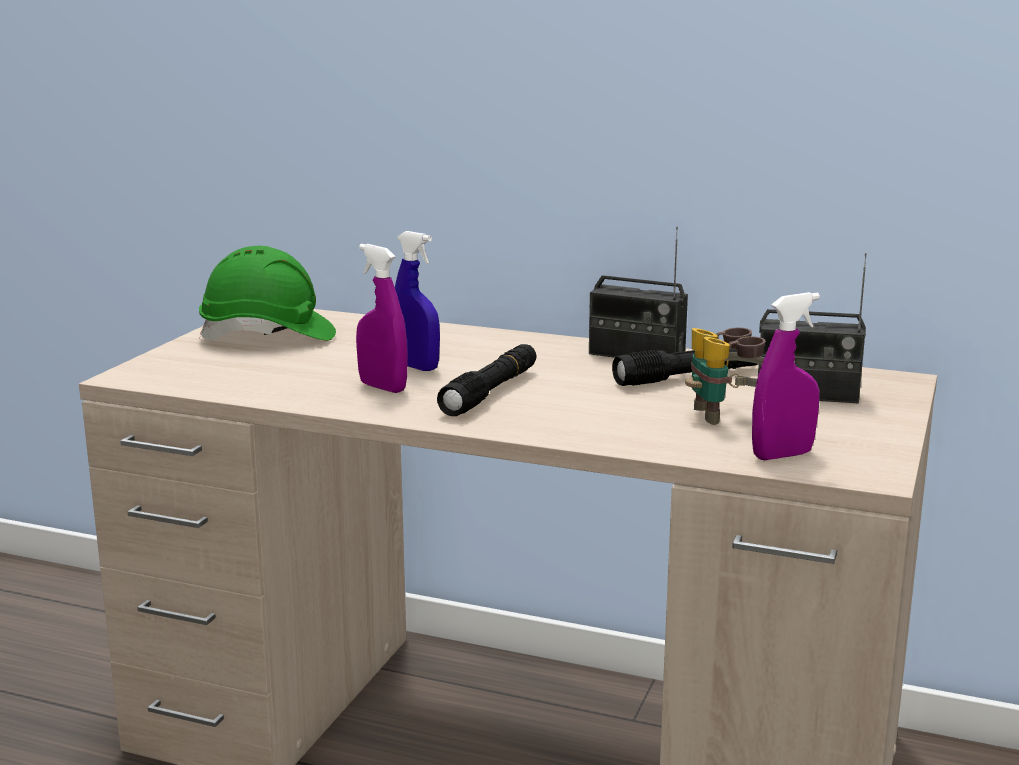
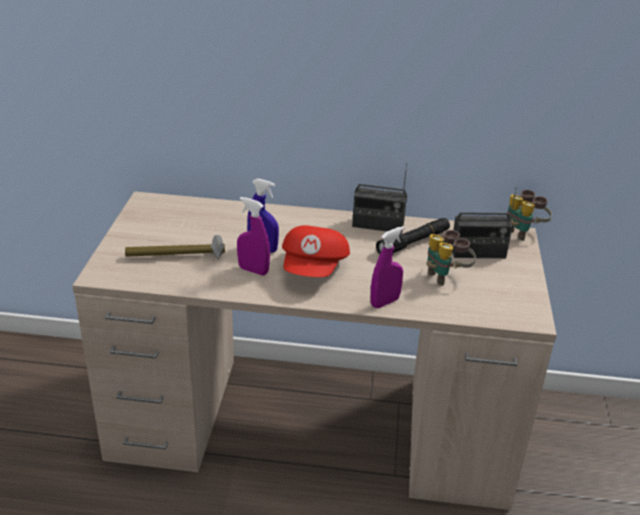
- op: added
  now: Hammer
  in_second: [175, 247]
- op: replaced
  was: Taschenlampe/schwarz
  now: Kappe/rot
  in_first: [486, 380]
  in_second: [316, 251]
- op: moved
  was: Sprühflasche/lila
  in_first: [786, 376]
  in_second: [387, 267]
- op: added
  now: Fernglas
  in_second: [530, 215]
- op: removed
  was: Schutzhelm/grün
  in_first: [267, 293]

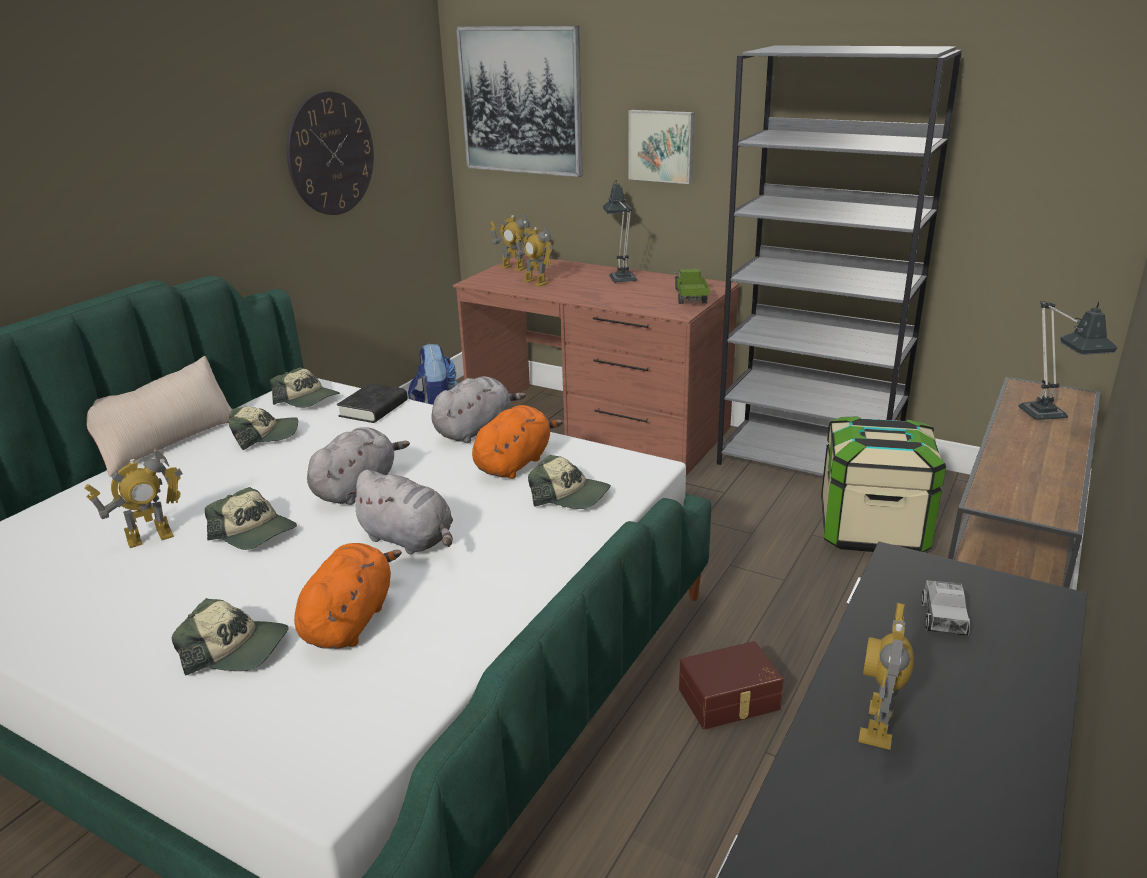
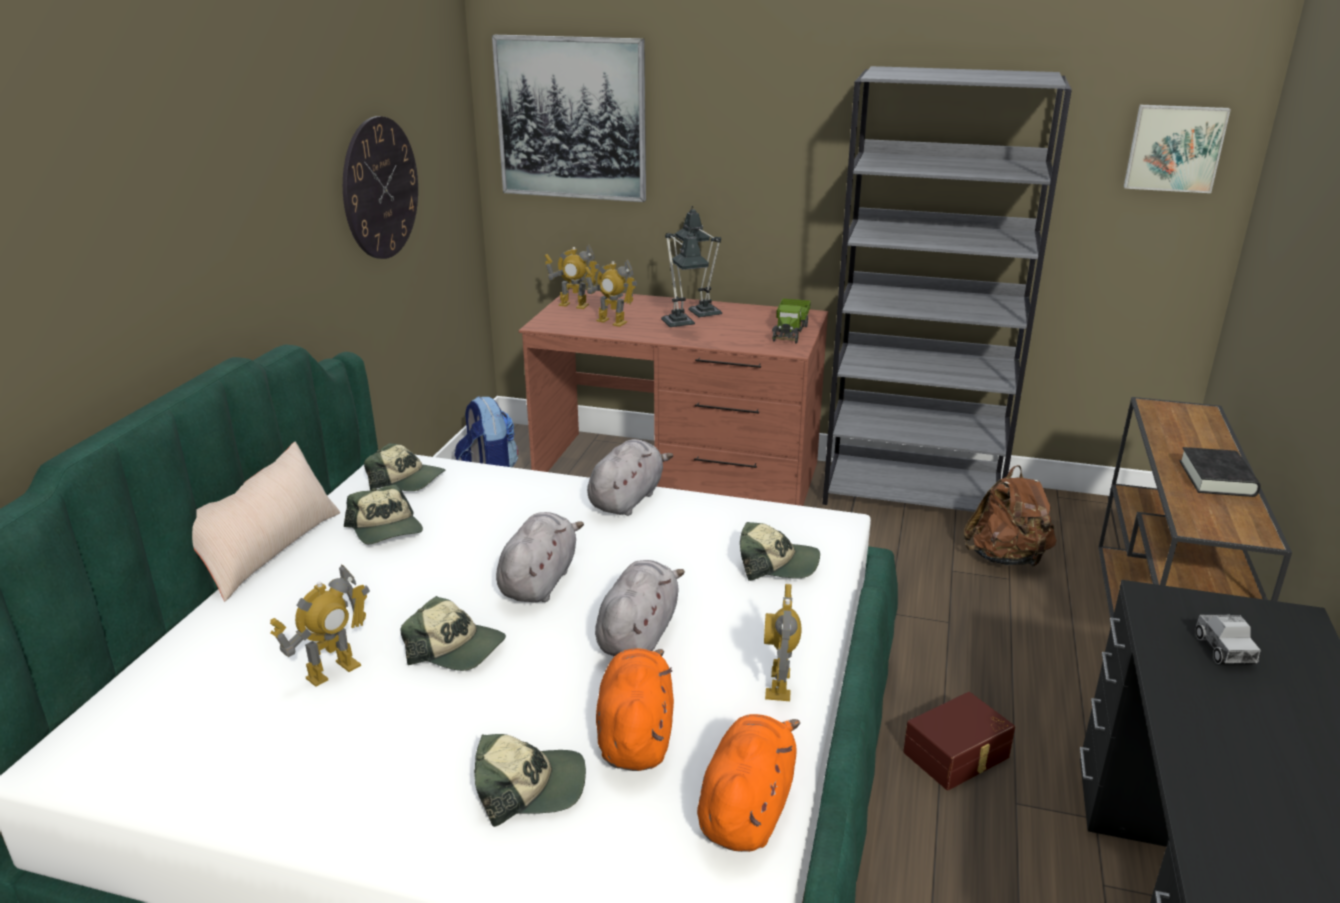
- op: turned
  was: Kappe
  in_first: [263, 428]
  in_second: [383, 514]
  clockwise: 90
- op: turned
  was: Plüschtier/grau
  in_first: [400, 512]
  in_second: [640, 608]
  clockwise: -90
- op: moved
  was: Tischlampe
  in_first: [1068, 360]
  in_second: [685, 277]
- op: moved
  was: Plüschtier/orange
  in_first: [517, 442]
  in_second: [748, 783]
- op: moved
  was: Spielzeugroboter
  in_first: [886, 676]
  in_second: [782, 642]
- op: turned
  was: Spielzeuglaster
  in_first: [692, 286]
  in_second: [791, 321]
  clockwise: -150
- op: replaced
  was: Aufbewahrungsbox
  now: Rucksack/braun
  in_first: [883, 484]
  in_second: [1010, 516]
- op: moved
  was: Bild
  in_first: [661, 147]
  in_second: [1177, 149]
- op: moved
  was: Buch/schwarz
  in_first: [372, 403]
  in_second: [1220, 472]

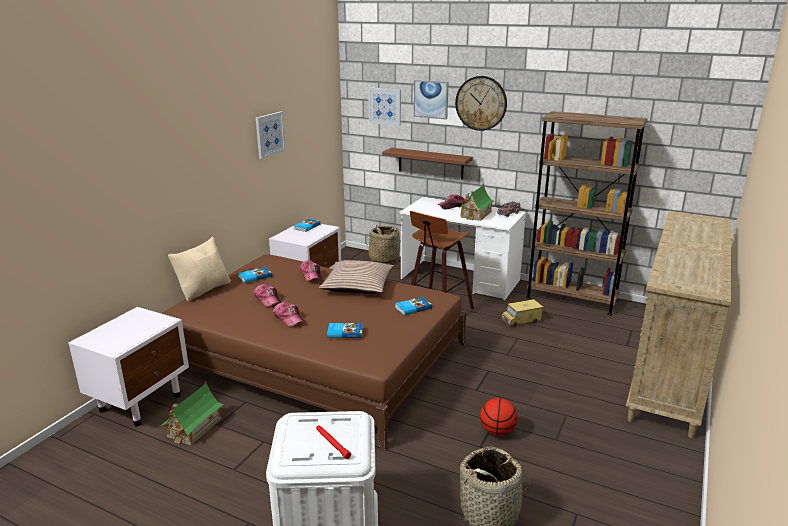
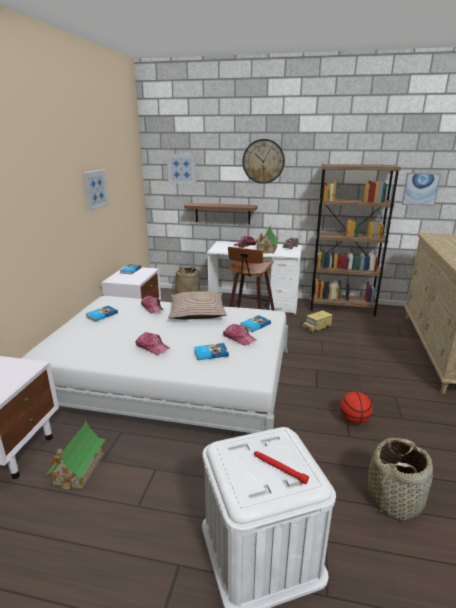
- op: recoloured
  was: Bett/braun
  now: Bett/weiß
  in_first: [314, 352]
  in_second: [154, 364]
- op: moved
  was: Kappe
  in_first: [267, 295]
  in_second: [239, 335]
- op: moved
  was: Bild
  in_first: [431, 99]
  in_second: [421, 189]
- op: removed
  was: Kissen/beige
  in_first: [199, 269]

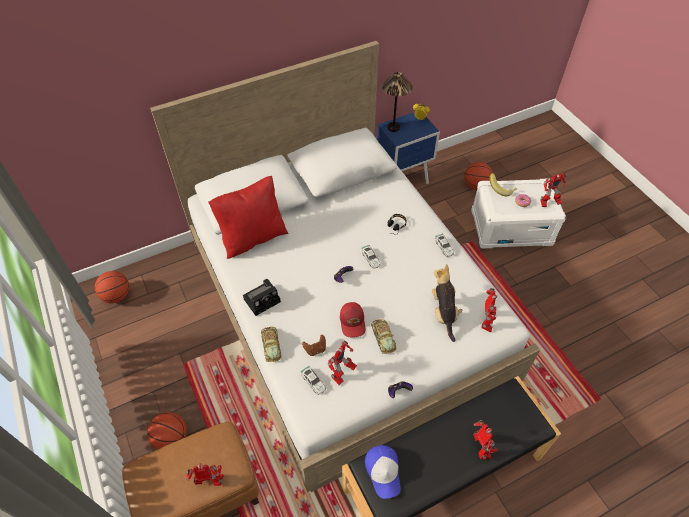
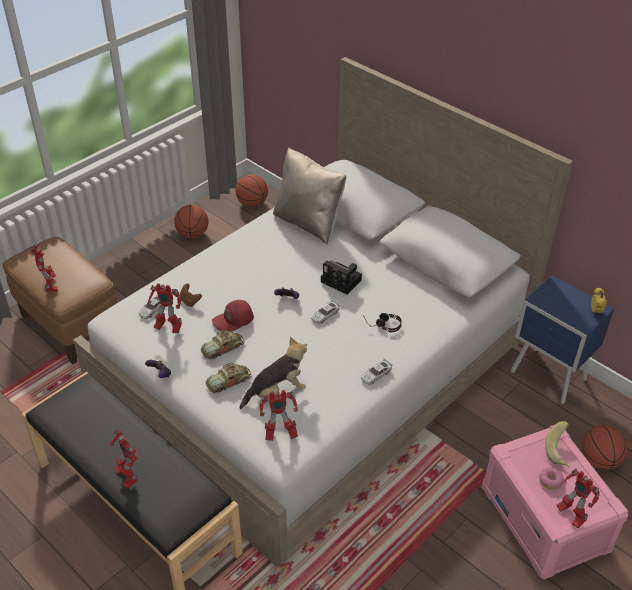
- op: turned
  was: Spielzeugroboter
  in_first: [485, 440]
  in_second: [124, 459]
  clockwise: 90
- op: moved
  was: Basketball
  in_first: [167, 431]
  in_second: [191, 222]
- op: moved
  was: Spielzeugauto
  in_first: [271, 344]
  in_second: [228, 377]
- op: recoloured
  was: Kissen/rot
  now: Kissen/beige
  in_first: [248, 217]
  in_second: [309, 195]
- op: moved
  was: Kamera
  in_first: [262, 297]
  in_second: [341, 277]
- op: recoloured
  was: Aufbewahrungsbox/weiß
  now: Aufbewahrungsbox/rosa
  in_first: [518, 214]
  in_second: [555, 502]
- op: removed
  was: Kappe
  in_first: [383, 472]
- op: removed
  was: Tischlampe
  in_first: [397, 102]

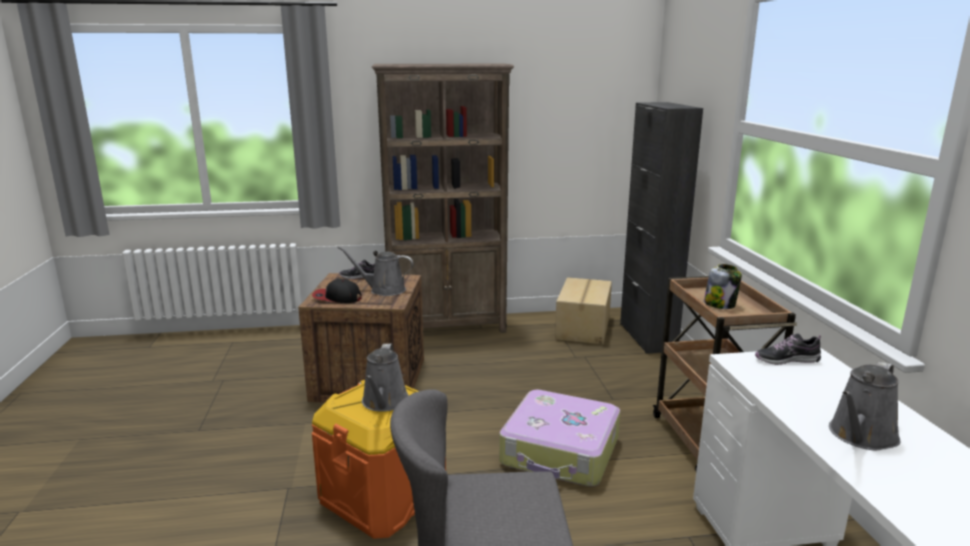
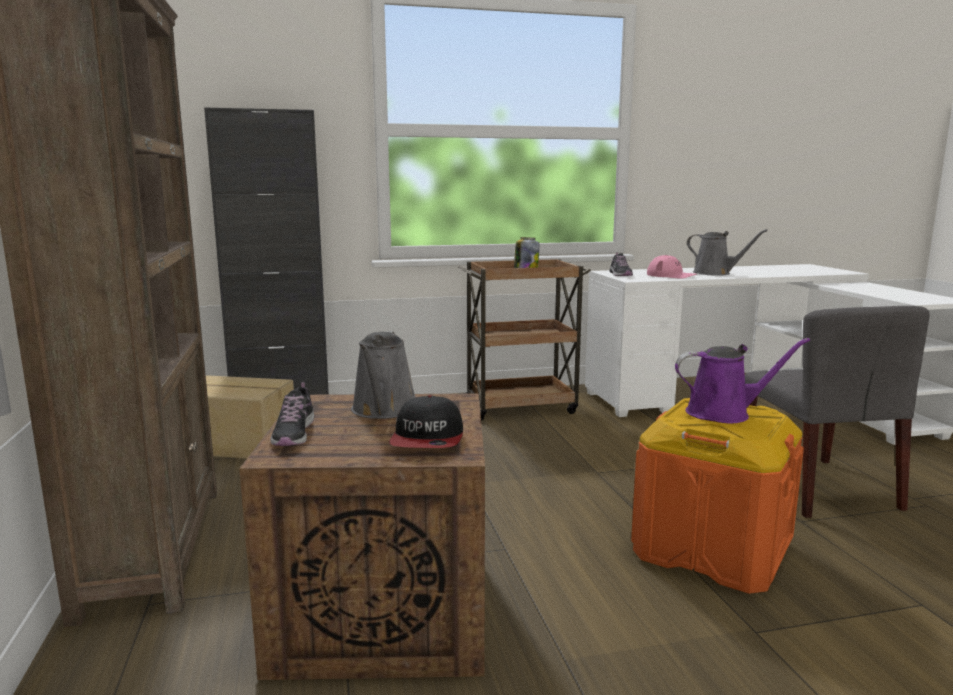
- op: added
  now: Kappe/rosa
  in_second: [672, 267]
- op: recoloured
  was: Gießkanne/grau
  now: Gießkanne/lila
  in_first: [385, 378]
  in_second: [742, 380]
- op: removed
  was: Koffer
  in_first: [559, 438]

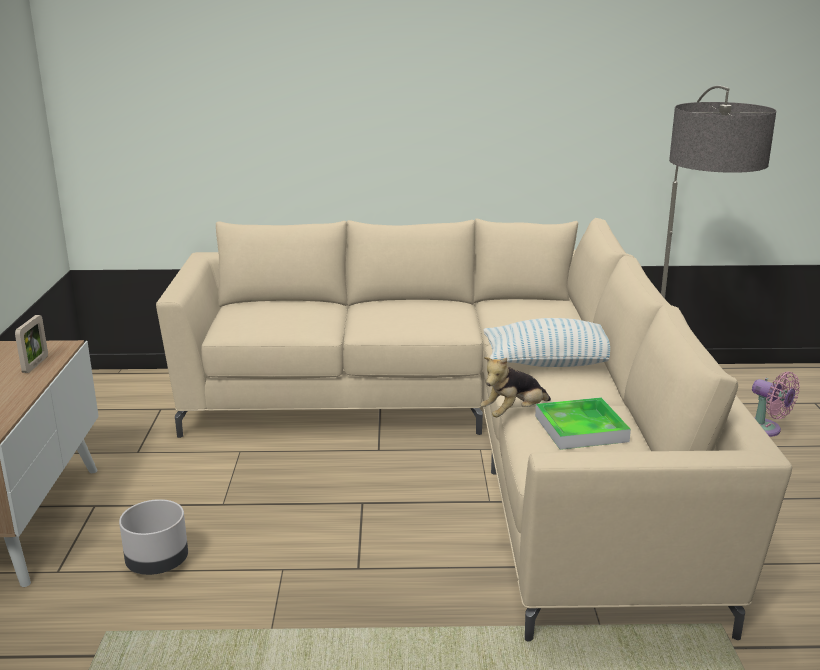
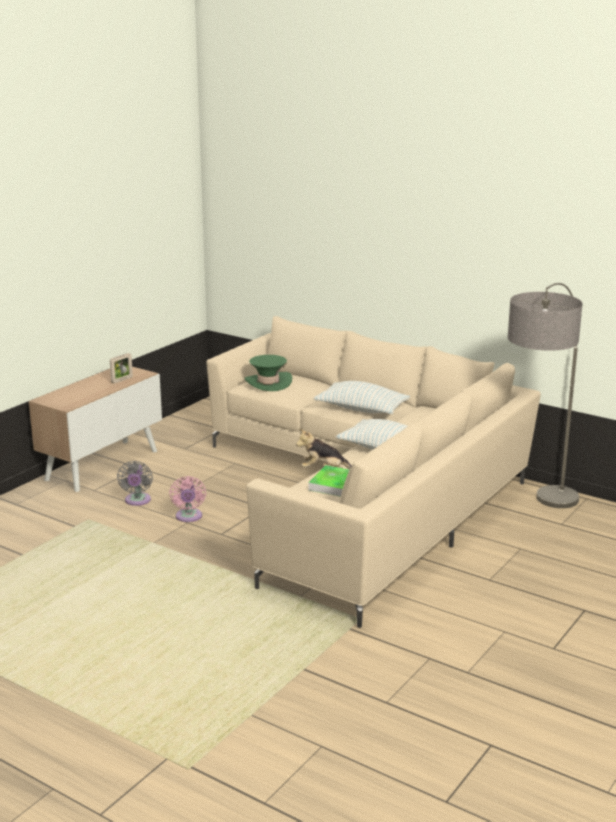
- op: replaced
  was: Pflanzkübel/grau
  now: Ventilator/grau
  in_first: [153, 537]
  in_second: [135, 483]
- op: moved
  was: Ventilator/rosa
  in_first: [776, 404]
  in_second: [187, 499]
- op: added
  now: Hut/grün
  in_second: [268, 373]
- op: added
  now: Kissen
  in_second: [362, 397]

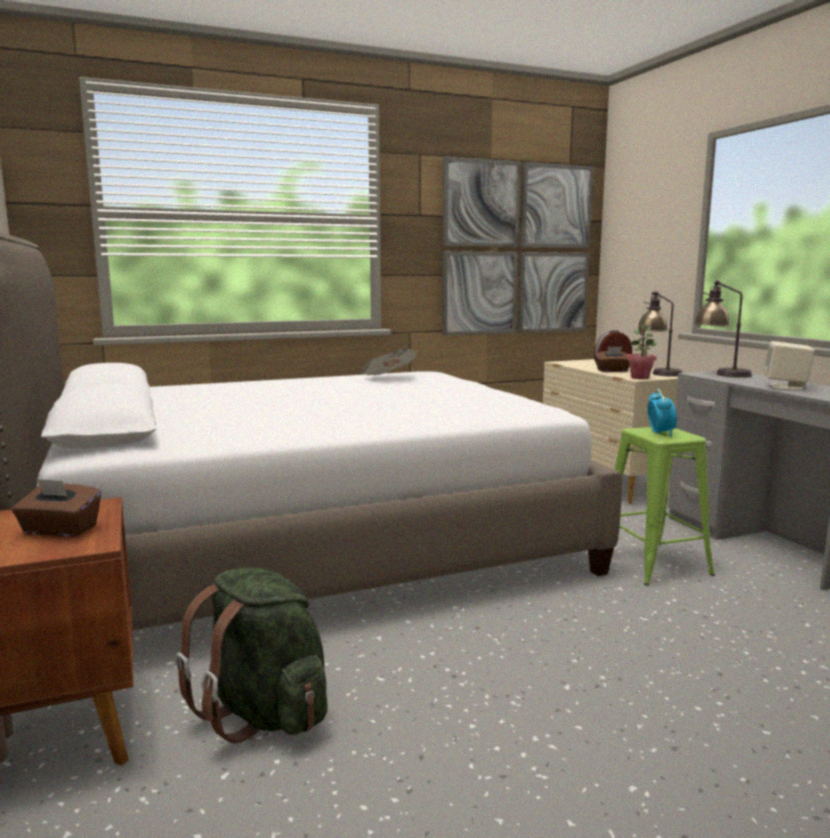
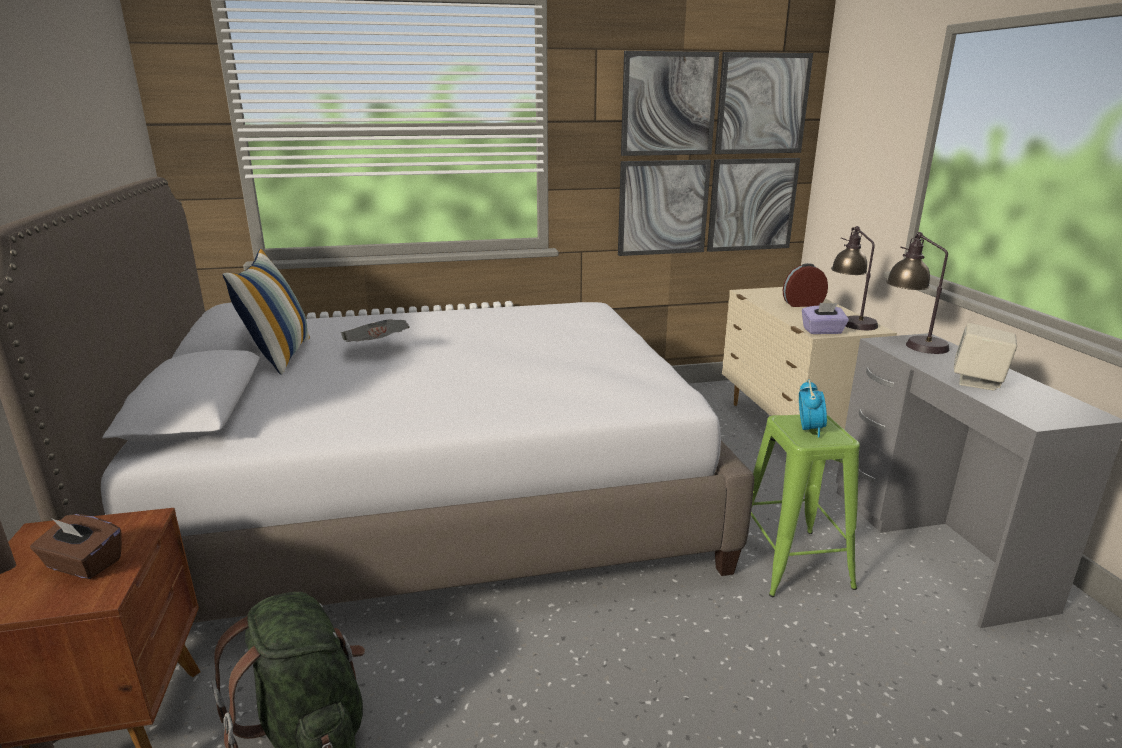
- op: added
  now: Kissen
  in_second: [266, 312]
- op: moved
  was: Zeitung
  in_first: [389, 361]
  in_second: [375, 330]
- op: replaced
  was: Topfpflanze
  now: Taschentuchbox/lila
  in_first: [642, 351]
  in_second: [825, 318]
- op: removed
  was: Taschentuchbox/braun
  in_first: [612, 359]

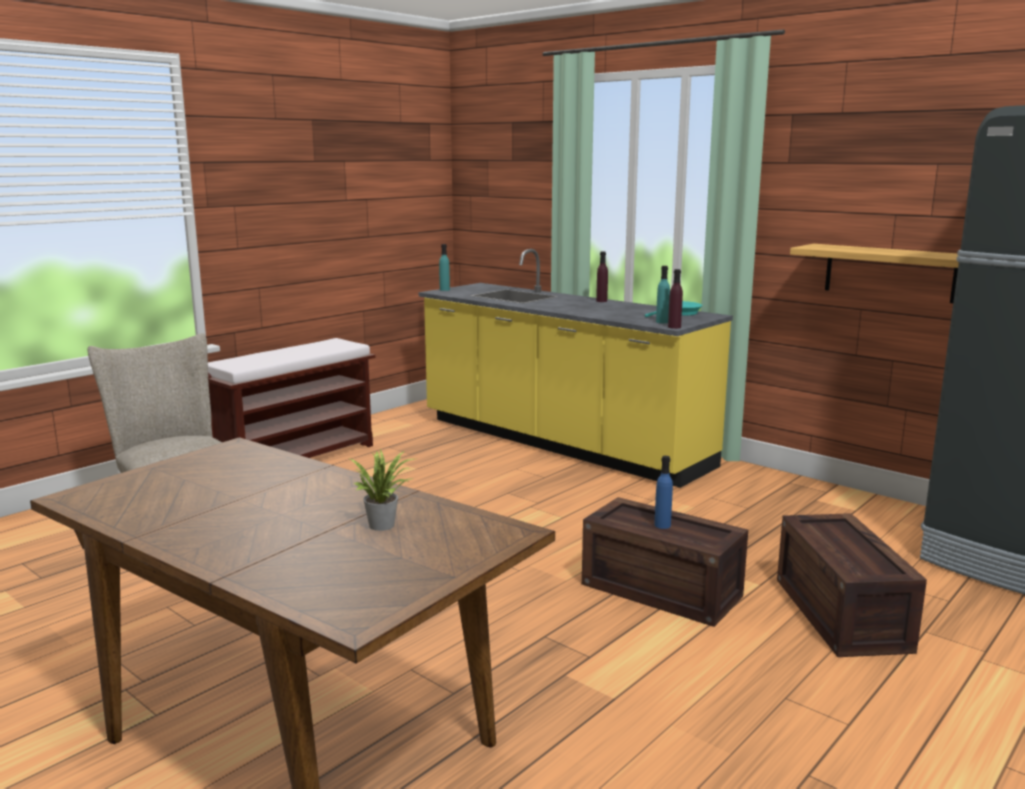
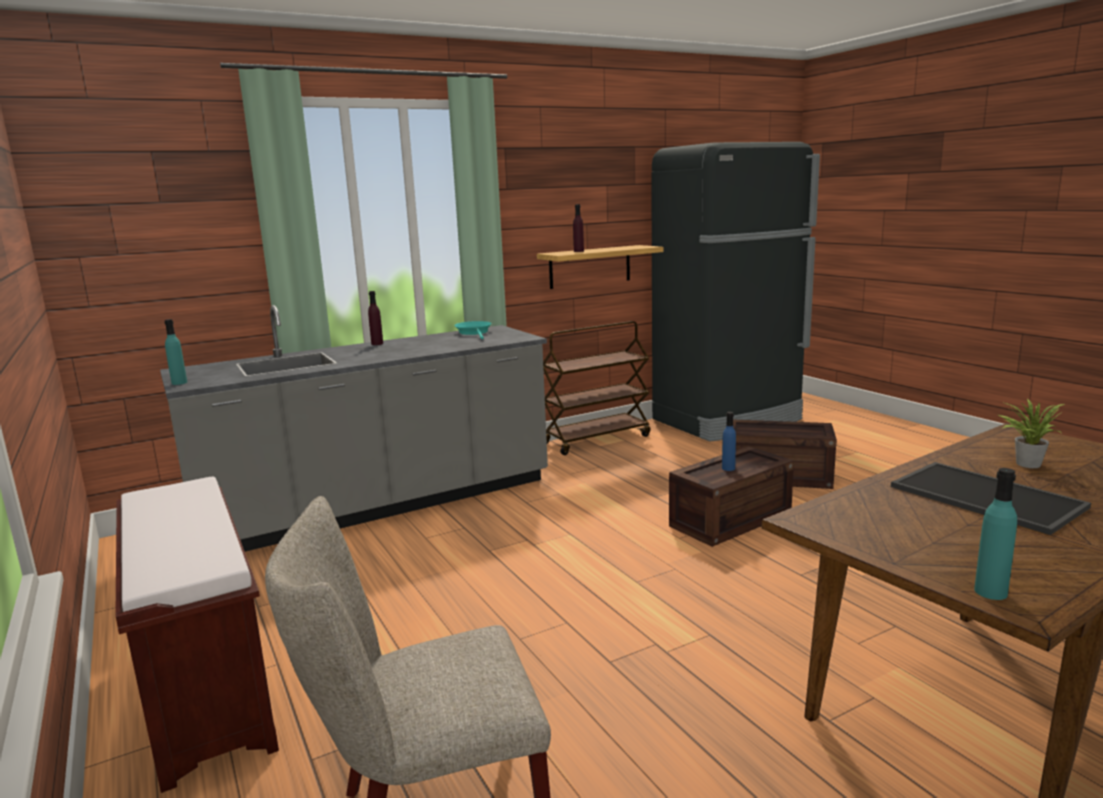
- op: recoloured
  was: Küchenzeile/gelb
  now: Küchenzeile/grau
  in_first: [576, 368]
  in_second: [354, 428]
- op: added
  now: Rollwagen/braun
  in_second: [596, 388]
- op: moved
  was: Flasche/lila
  in_first: [675, 299]
  in_second: [578, 228]
- op: added
  now: Tablett
  in_second: [991, 498]
- op: moved
  was: Flasche/türkis
  in_first: [663, 294]
  in_second: [995, 534]

